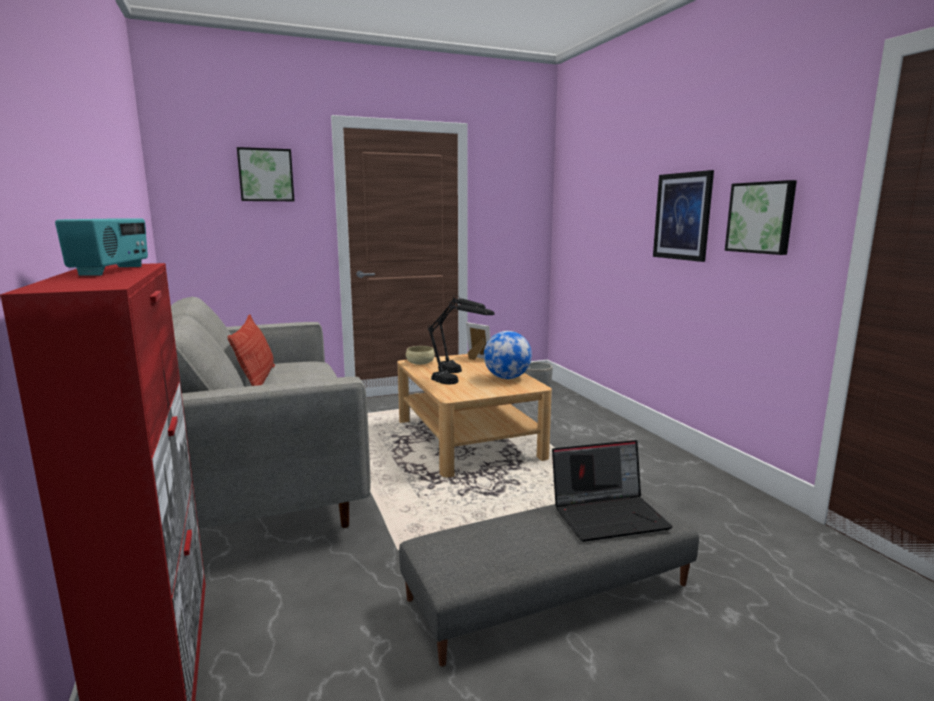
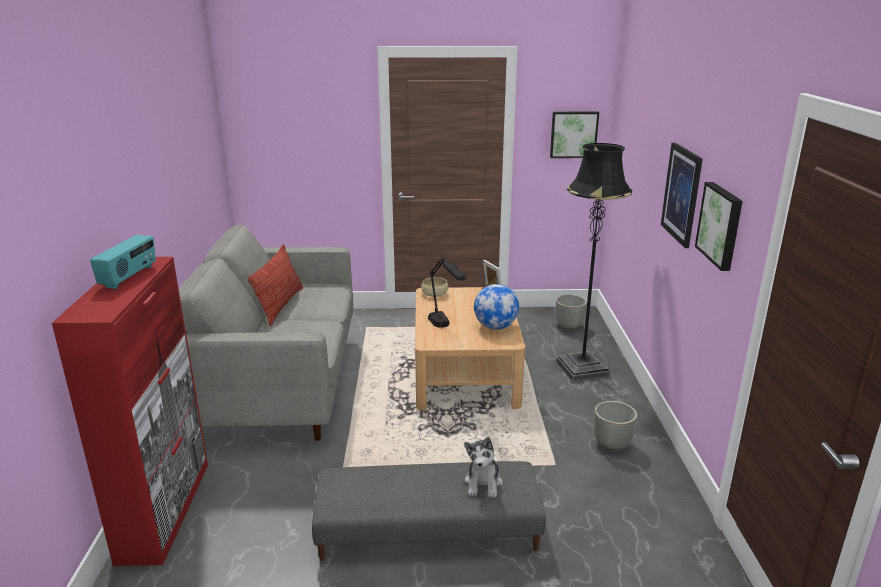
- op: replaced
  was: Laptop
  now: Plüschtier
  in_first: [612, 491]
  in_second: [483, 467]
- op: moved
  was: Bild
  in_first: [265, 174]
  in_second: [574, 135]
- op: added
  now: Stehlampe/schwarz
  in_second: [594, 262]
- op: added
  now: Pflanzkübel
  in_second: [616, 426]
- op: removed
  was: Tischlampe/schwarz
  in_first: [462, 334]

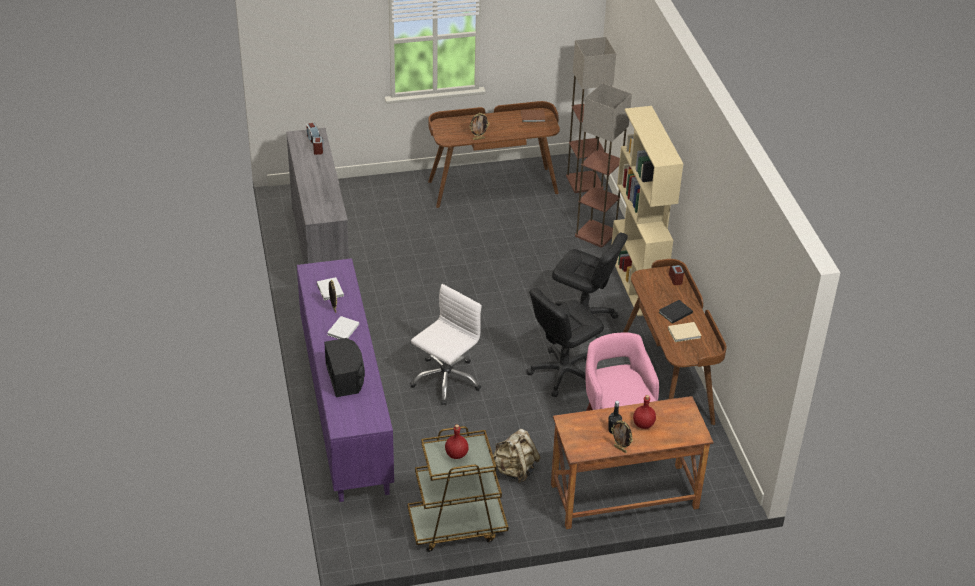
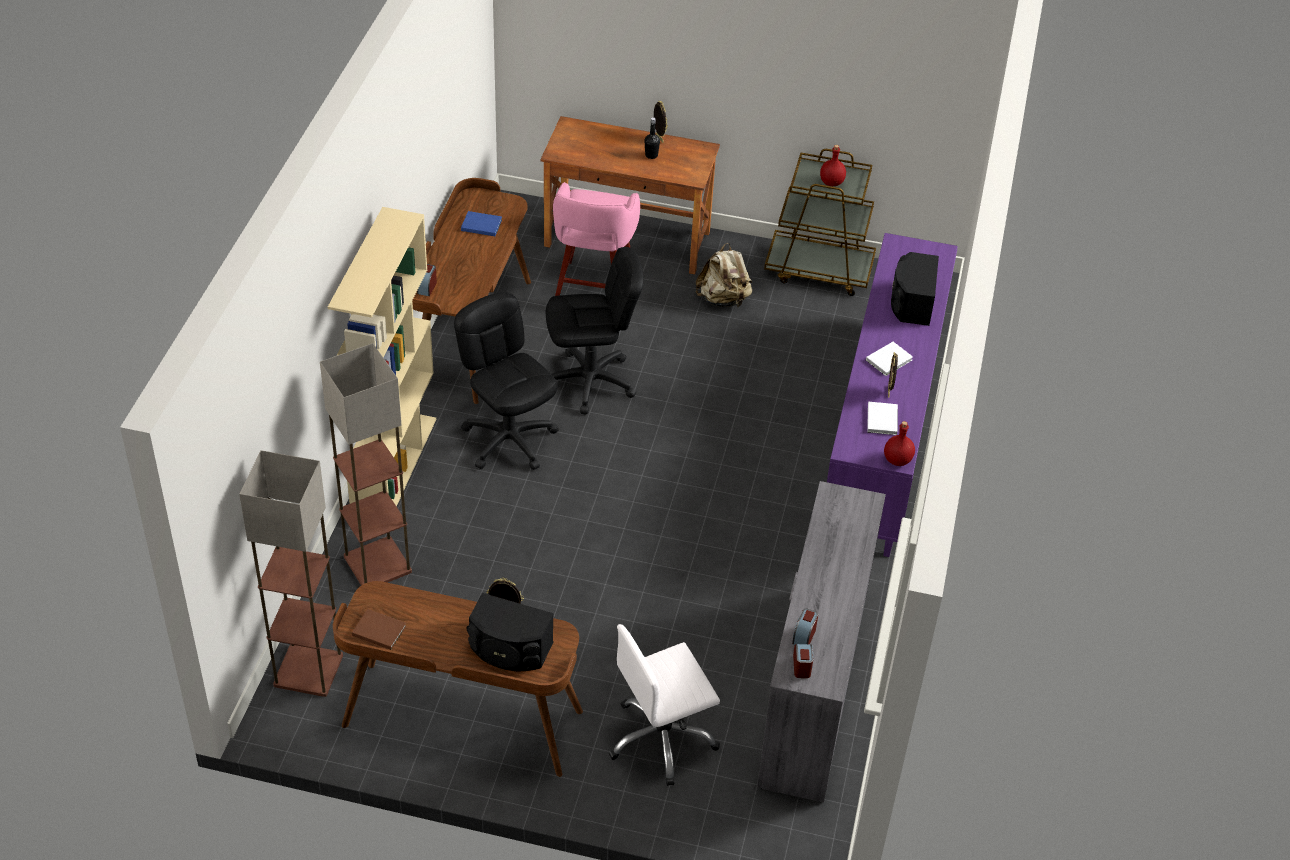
- op: recoloured
  was: Buch/beige
  now: Buch/blau
  in_first: [685, 332]
  in_second: [481, 223]
- op: added
  now: Lautsprecher/schwarz
  in_second: [510, 632]
- op: moved
  was: Bürostuhl/weiß
  in_first: [446, 344]
  in_second: [664, 705]
- op: moved
  was: Flasche/rot
  in_first: [644, 412]
  in_second: [899, 443]
- op: removed
  was: Buch/schwarz
  in_first: [675, 312]

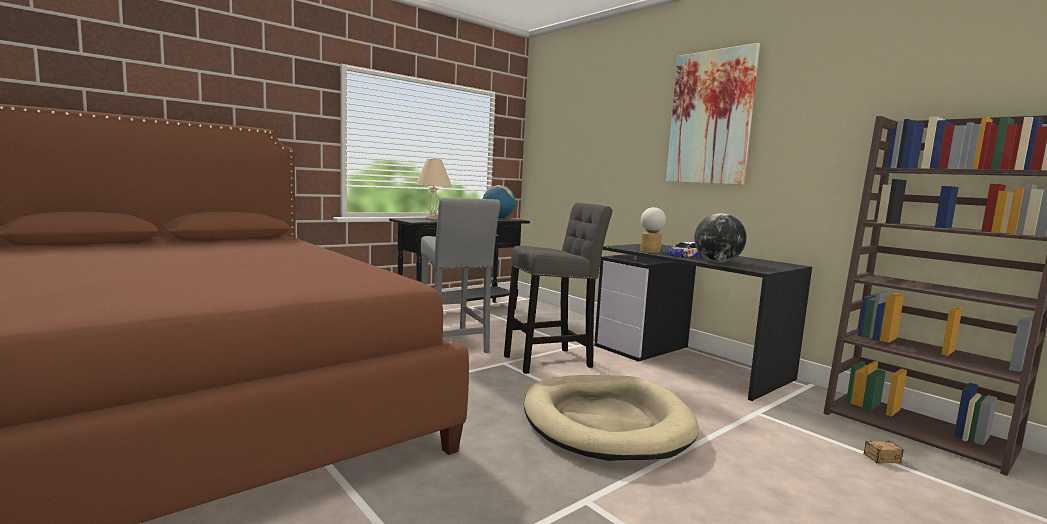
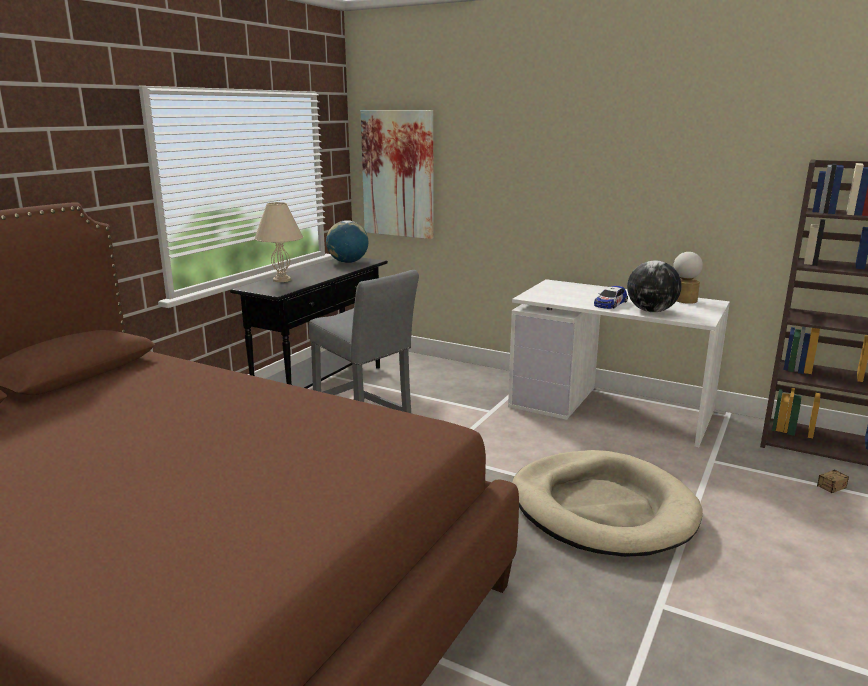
- op: moved
  was: Bild
  in_first: [713, 114]
  in_second: [397, 174]
- op: recoloured
  was: Schreibtisch/schwarz
  now: Schreibtisch/weiß
  in_first: [703, 322]
  in_second: [619, 363]
- op: moved
  was: Tischlampe
  in_first: [653, 230]
  in_second: [688, 278]
- op: removed
  was: Hocker/grau
  in_first: [558, 288]

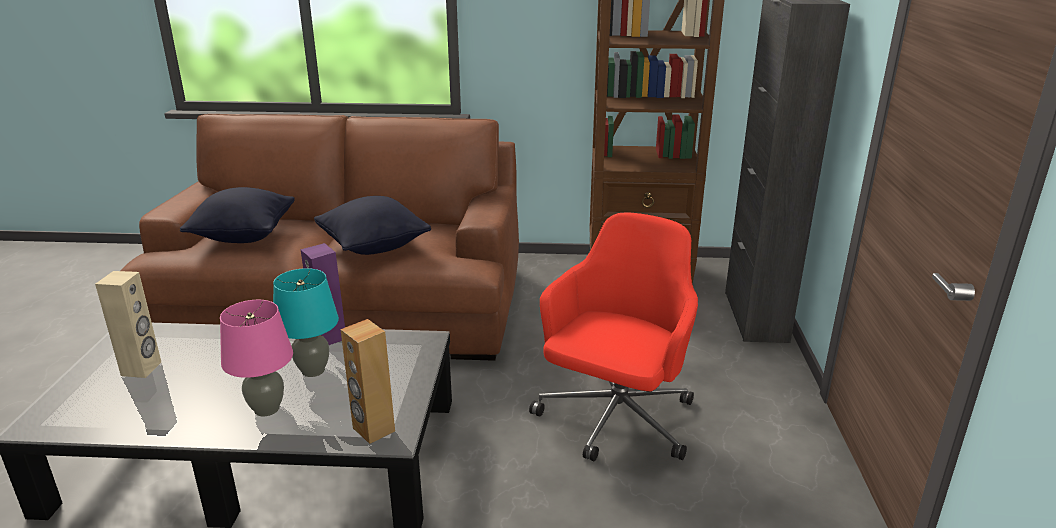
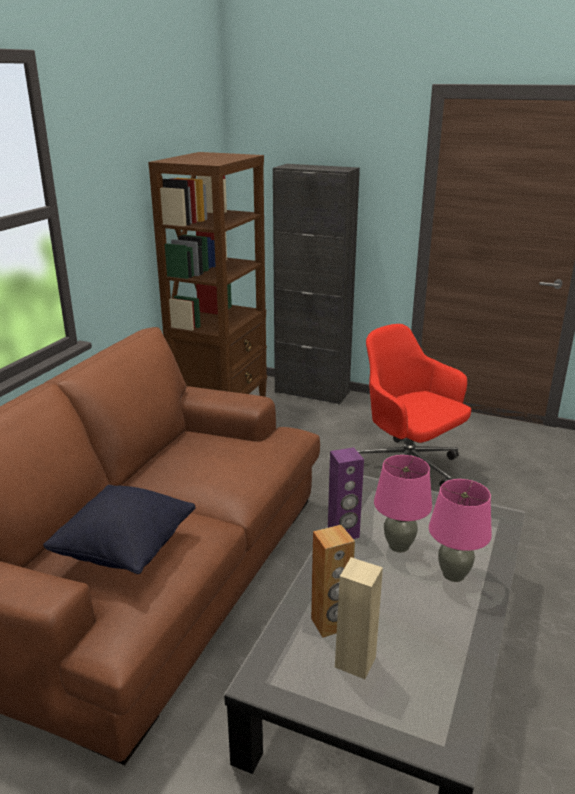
- op: moved
  was: Lautsprecher/braun
  in_first: [367, 381]
  in_second: [333, 581]
- op: recoloured
  was: Tischlampe/türkis
  now: Tischlampe/rosa
  in_first: [306, 322]
  in_second: [403, 503]
- op: removed
  was: Kissen/schwarz
  in_first: [372, 225]

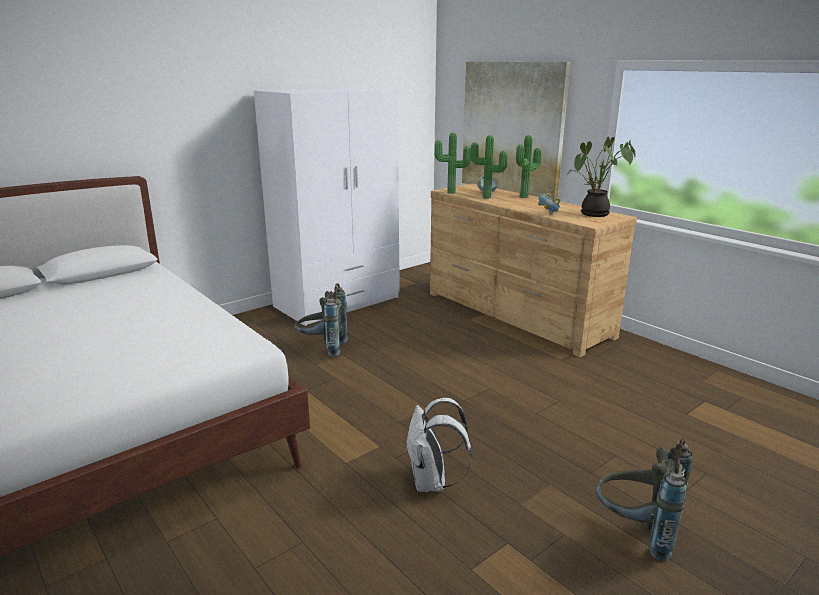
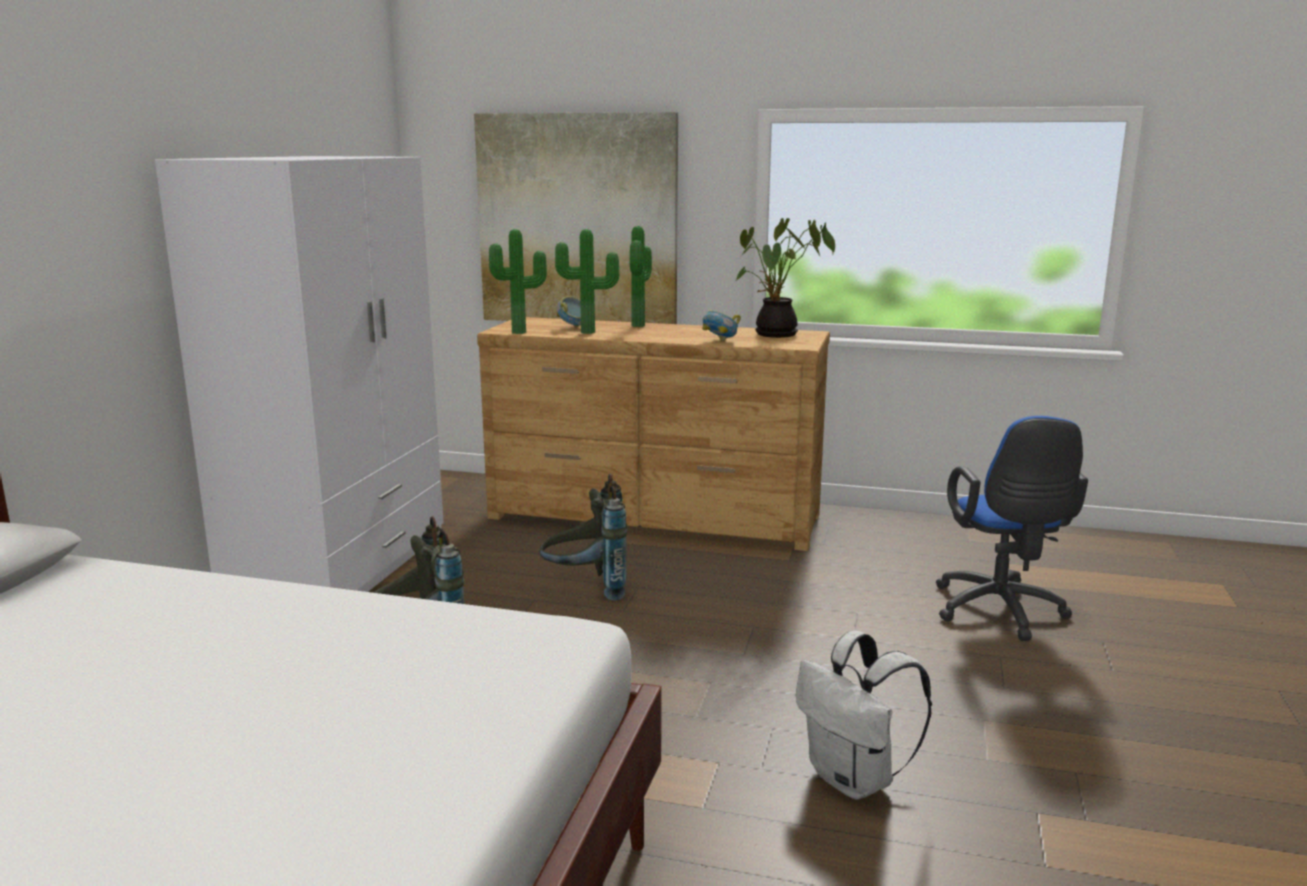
- op: moved
  was: Rucksack/grau
  in_first: [644, 499]
  in_second: [583, 537]
- op: added
  now: Bürostuhl/blau
  in_second: [1012, 528]

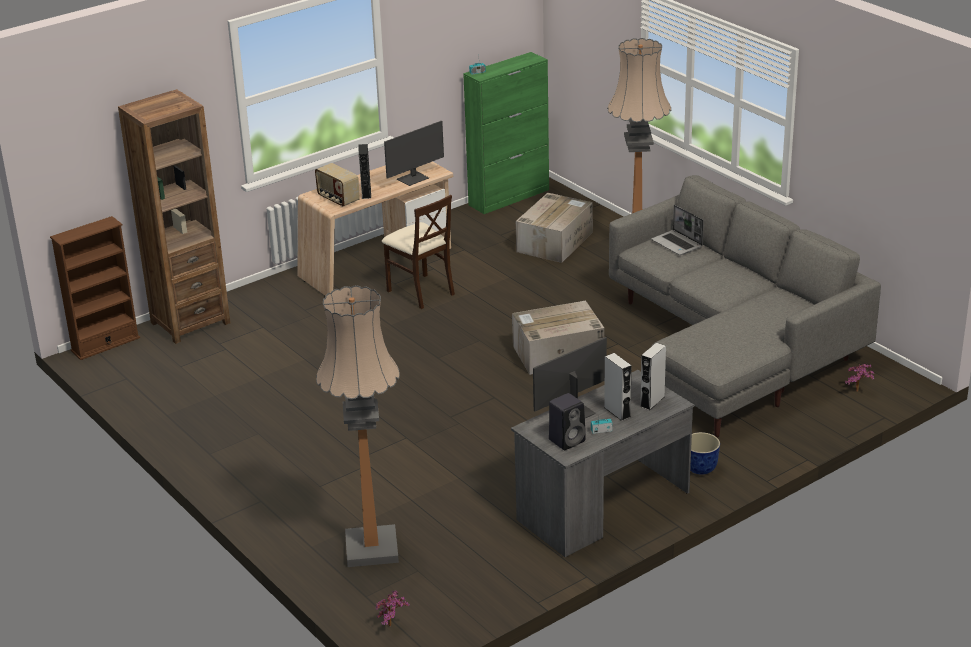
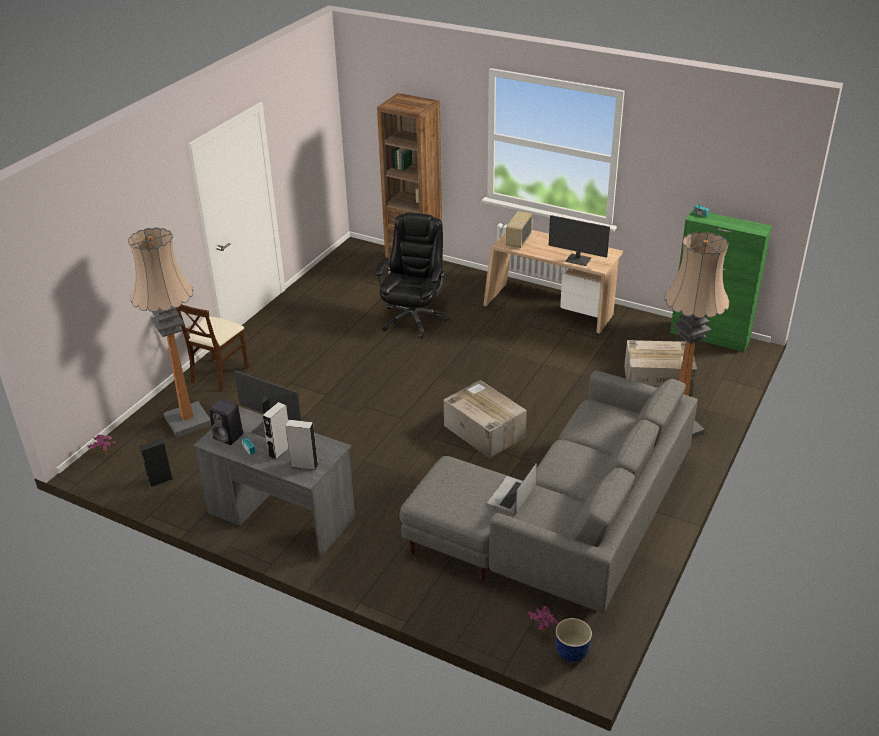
- op: moved
  was: Lautsprecher/schwarz
  in_first: [364, 171]
  in_second: [156, 463]
- op: moved
  was: Stuhl/beige
  in_first: [418, 252]
  in_second: [212, 348]
- op: added
  now: Bürostuhl/schwarz
  in_second: [412, 275]
- op: moved
  was: Laptop
  in_first: [677, 230]
  in_second: [512, 488]
- op: moved
  was: Pflanzkübel
  in_first: [705, 453]
  in_second: [573, 640]
- op: removed
  was: Bücherregal/braun
  in_first: [95, 288]

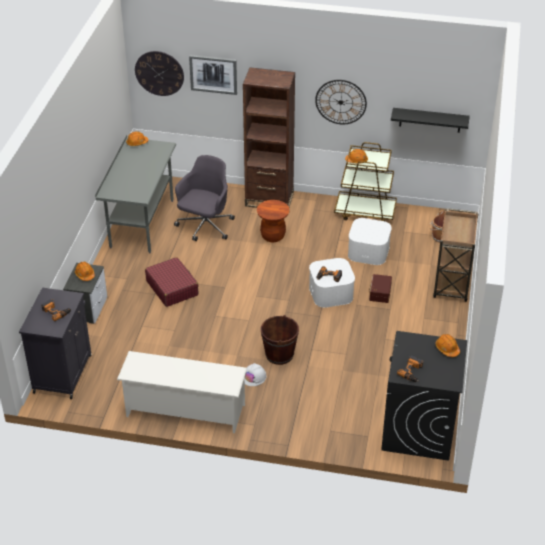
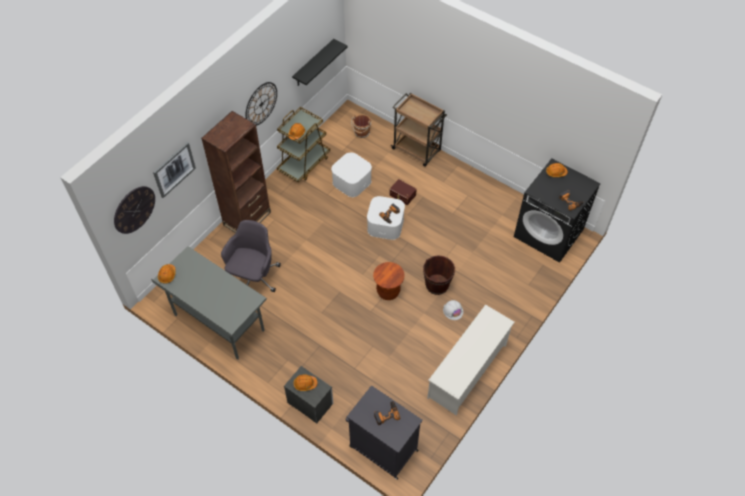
- op: turned
  was: Bürostuhl/grau
  in_first: [204, 198]
  in_second: [251, 256]
  clockwise: 60
- op: moved
  was: Hocker/braun
  in_first: [273, 221]
  in_second: [389, 281]
- op: removed
  was: Koffer/rot
  in_first: [172, 282]

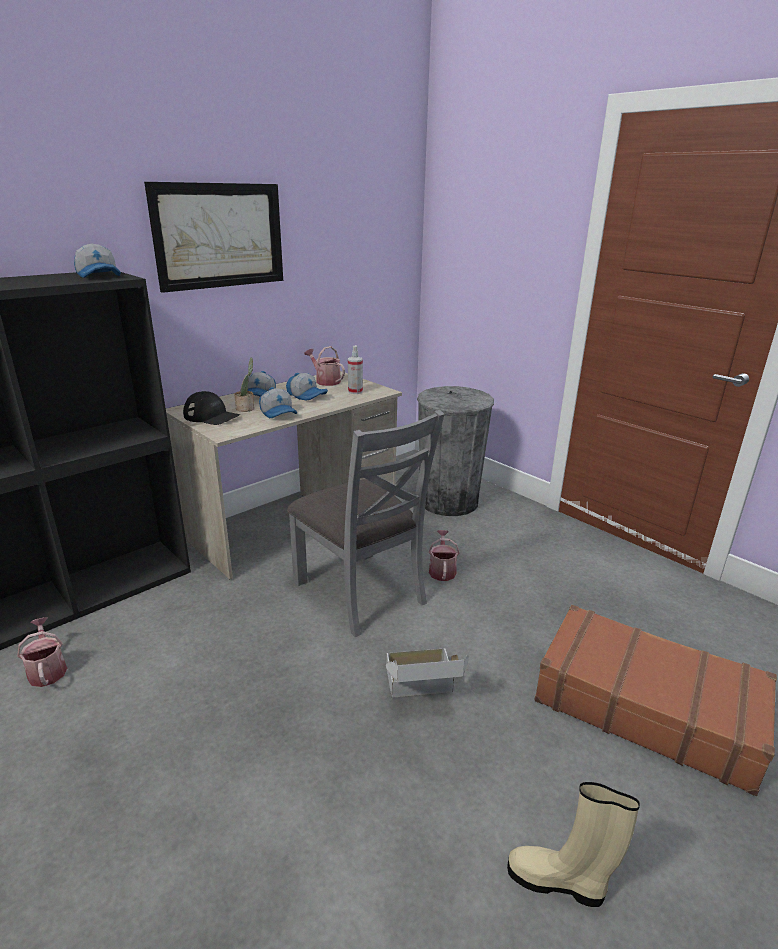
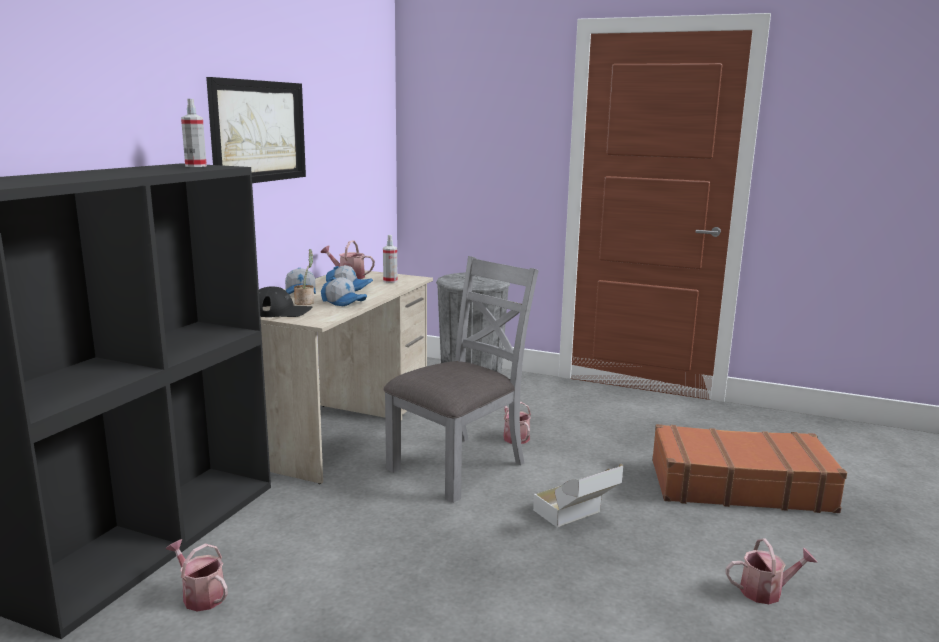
- op: replaced
  was: Kappe
  now: Sprühflasche
  in_first: [97, 261]
  in_second: [194, 133]
- op: turned
  was: Stuhl/grau
  in_first: [366, 523]
  in_second: [461, 379]
  clockwise: -75
- op: replaced
  was: Stiefel/beige
  now: Gießkanne
  in_first: [573, 844]
  in_second: [771, 571]

